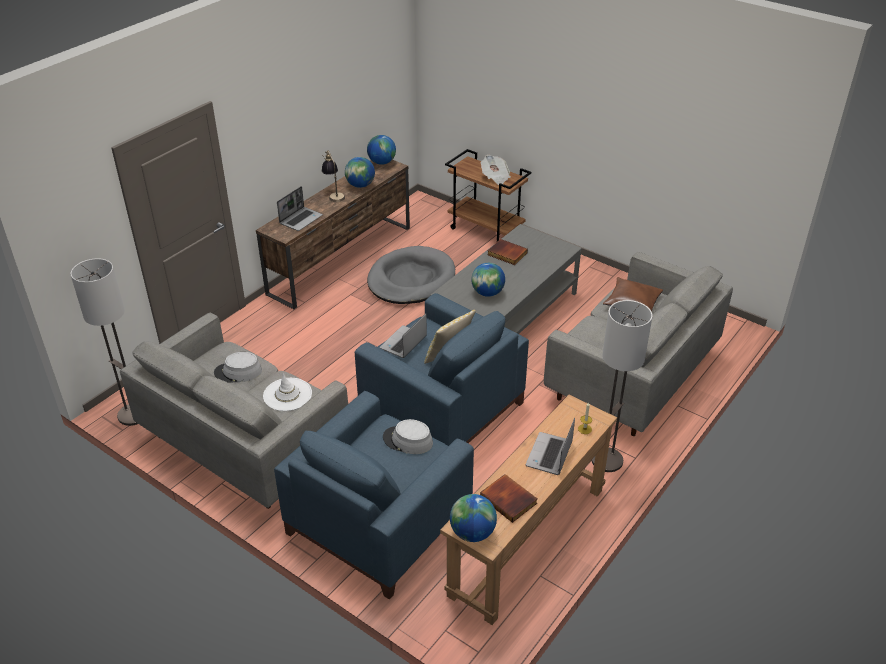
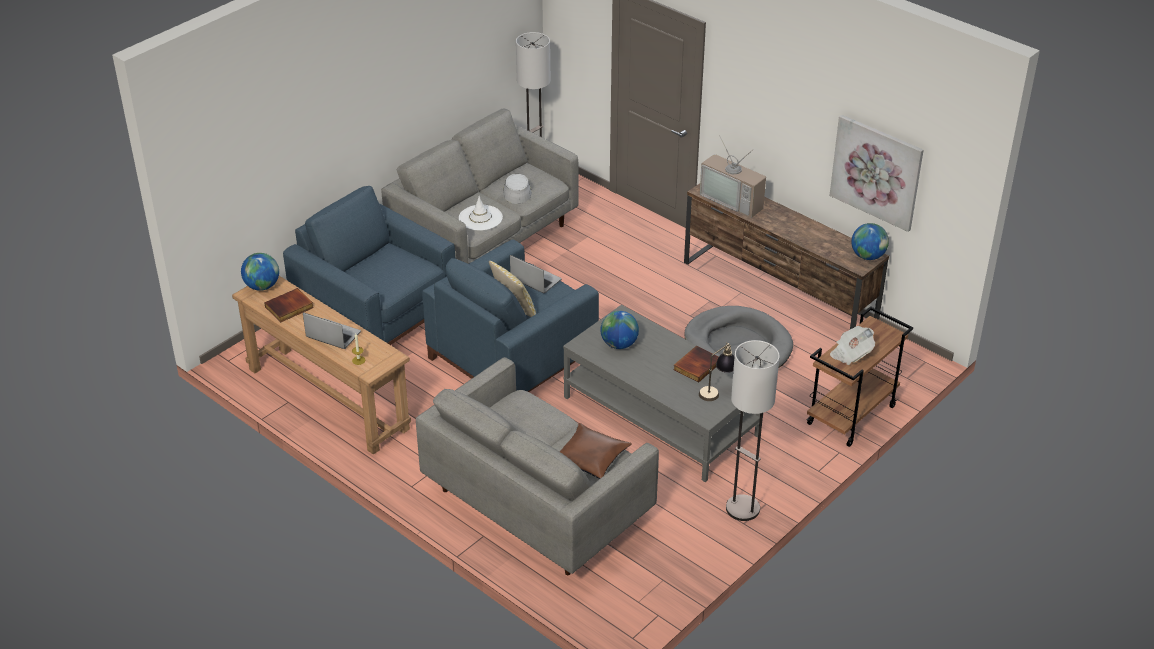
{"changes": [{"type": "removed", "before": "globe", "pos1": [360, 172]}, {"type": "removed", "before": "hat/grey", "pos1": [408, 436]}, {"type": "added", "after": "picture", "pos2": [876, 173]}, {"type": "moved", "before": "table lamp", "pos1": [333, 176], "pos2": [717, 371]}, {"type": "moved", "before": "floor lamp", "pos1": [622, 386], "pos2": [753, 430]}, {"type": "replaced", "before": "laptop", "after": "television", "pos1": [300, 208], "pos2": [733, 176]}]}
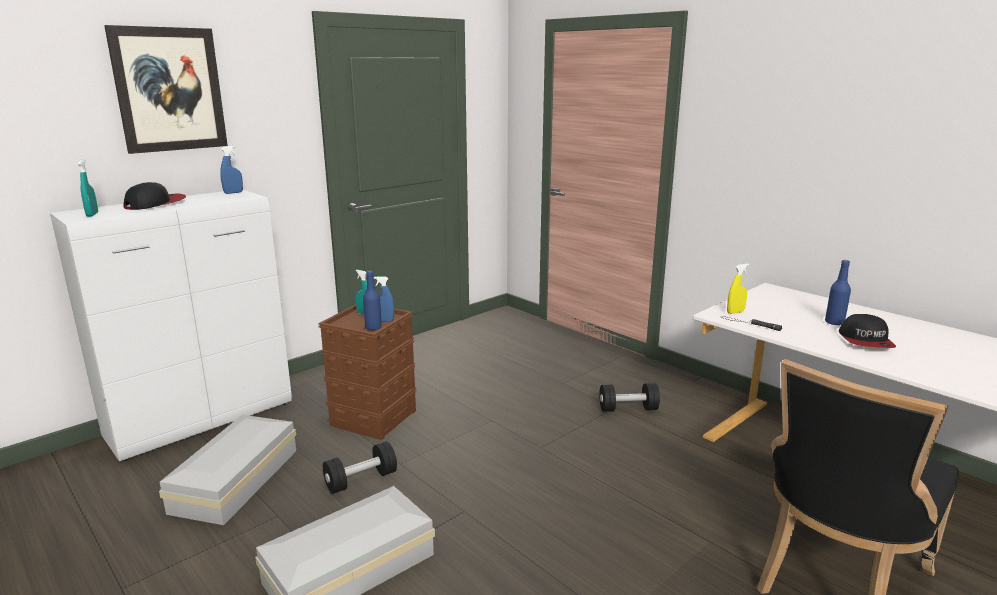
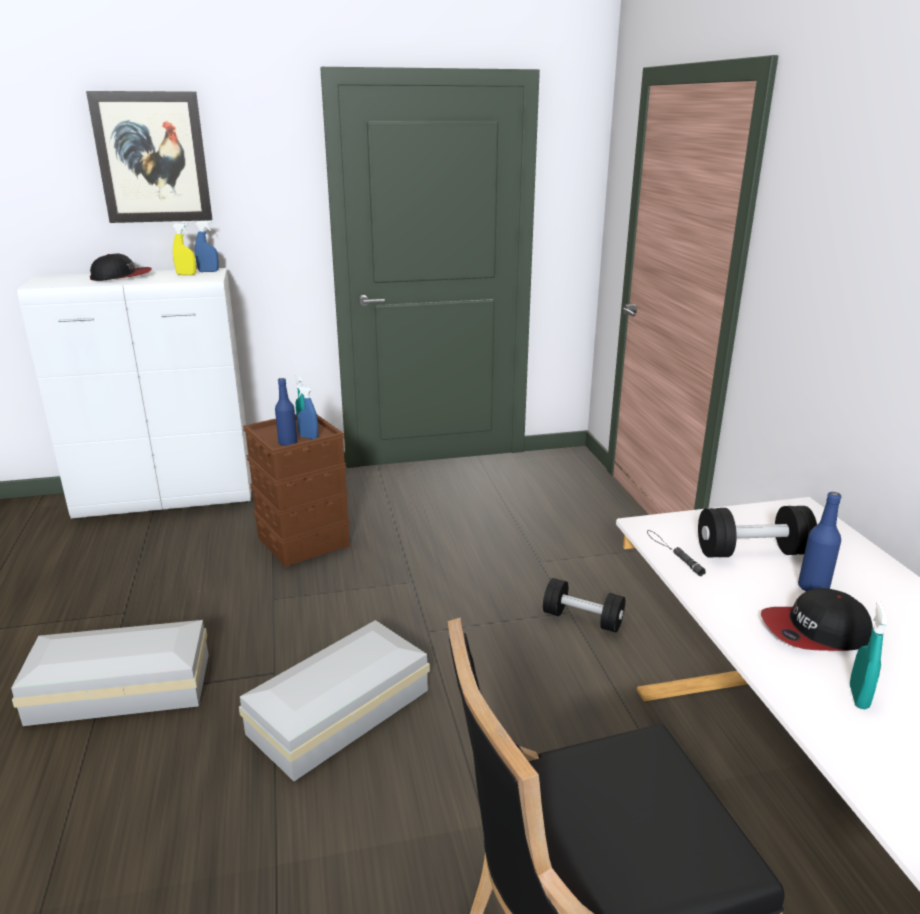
{"changes": [{"type": "moved", "before": "spray bottle/turquoise", "pos1": [88, 188], "pos2": [869, 655]}, {"type": "moved", "before": "storage box/white", "pos1": [227, 470], "pos2": [334, 700]}, {"type": "moved", "before": "dumbbell/black", "pos1": [360, 468], "pos2": [757, 531]}, {"type": "moved", "before": "spray bottle/yellow", "pos1": [738, 288], "pos2": [184, 249]}, {"type": "turned", "before": "cap", "pos1": [867, 331], "pos2": [817, 619], "turn": 45}]}
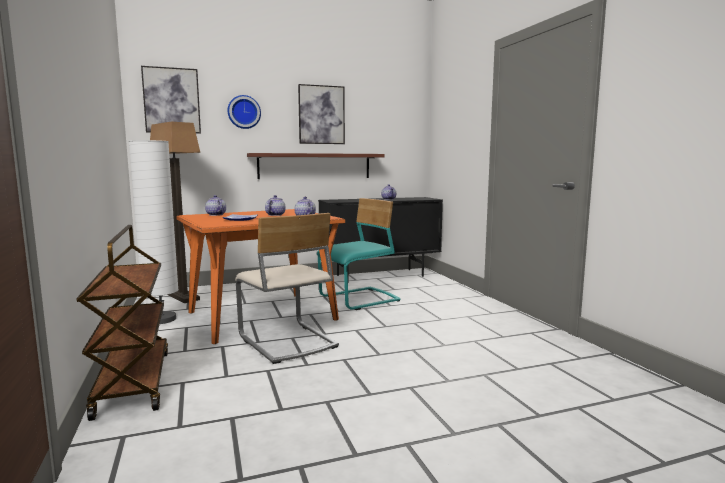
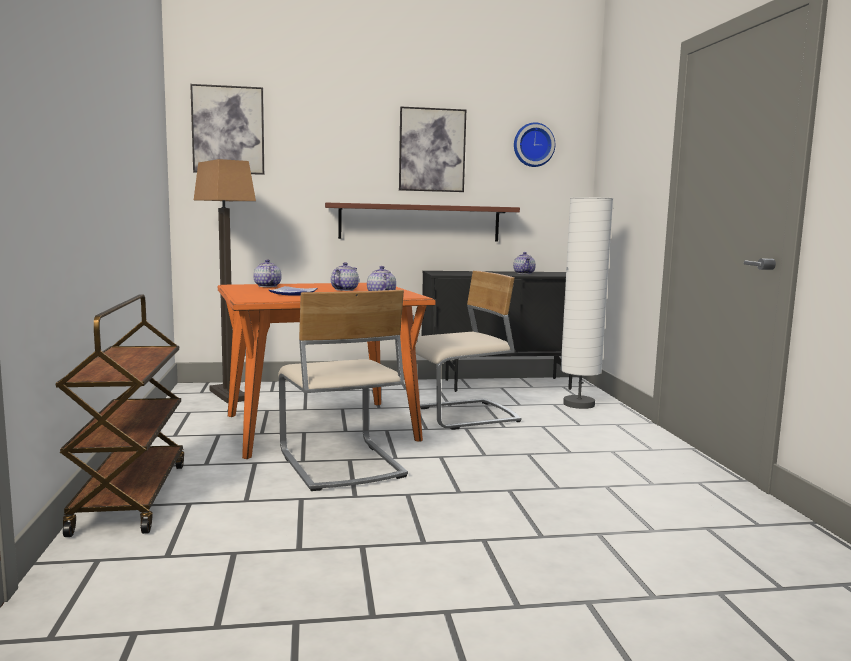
{"changes": [{"type": "moved", "before": "floor lamp/white", "pos1": [153, 232], "pos2": [586, 303]}, {"type": "moved", "before": "wall clock", "pos1": [244, 112], "pos2": [534, 145]}, {"type": "recoloured", "before": "chair/turquoise", "after": "chair/beige", "pos1": [359, 254], "pos2": [468, 350]}]}
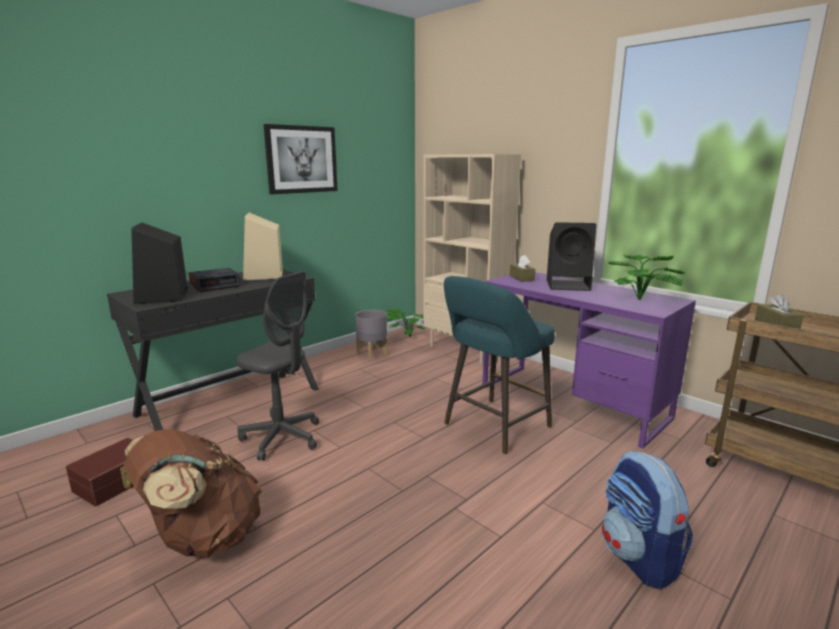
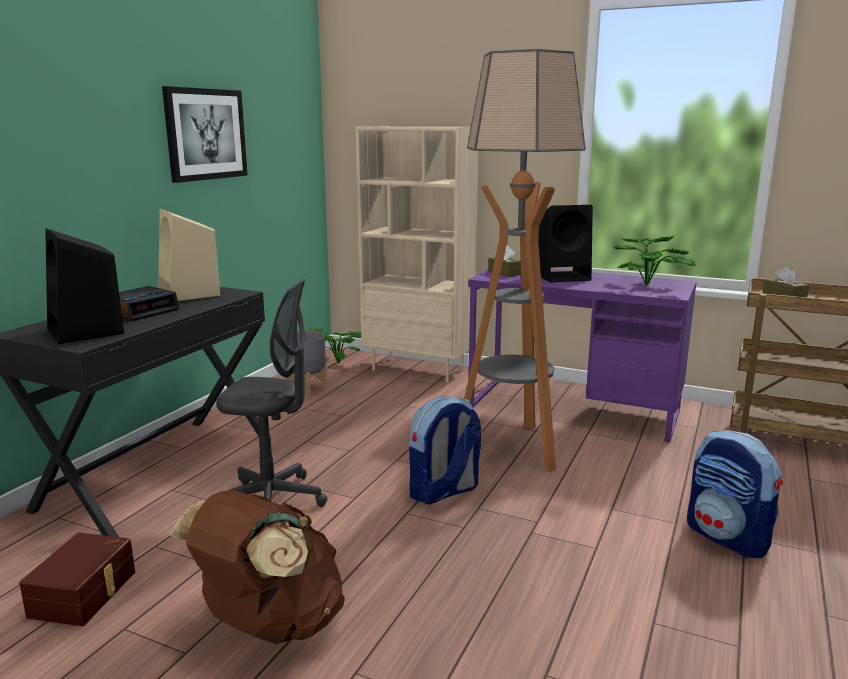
{"changes": [{"type": "added", "after": "backpack", "pos2": [445, 450]}, {"type": "replaced", "before": "stool/turquoise", "after": "floor lamp", "pos1": [499, 365], "pos2": [525, 260]}]}
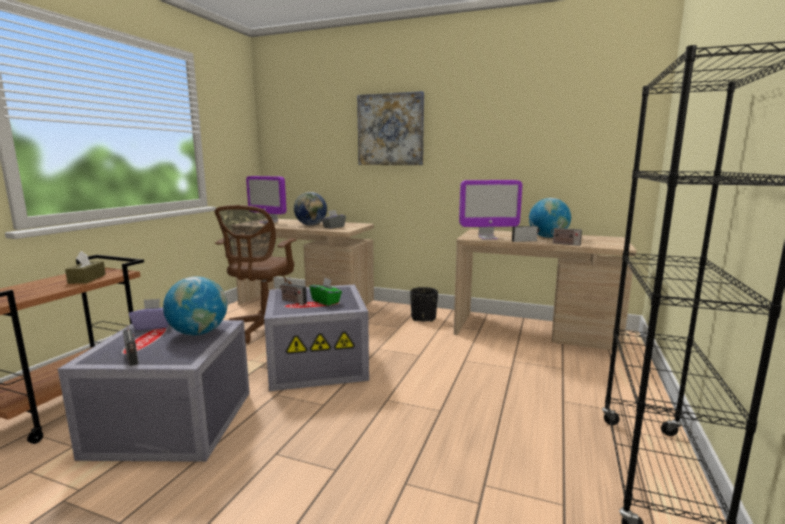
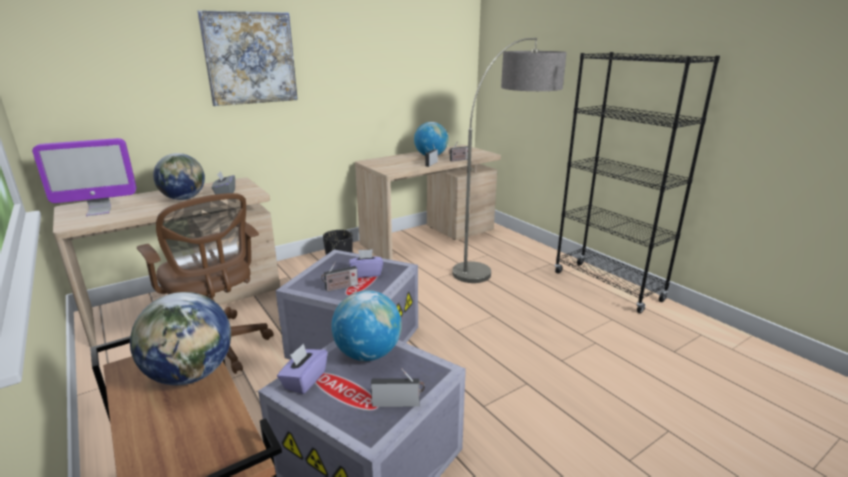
{"changes": [{"type": "removed", "before": "monitor", "pos1": [490, 210]}, {"type": "added", "after": "floor lamp", "pos2": [510, 160]}, {"type": "replaced", "before": "tissue box/brown", "after": "globe", "pos1": [85, 267], "pos2": [180, 338]}, {"type": "recoloured", "before": "tissue box/green", "after": "tissue box/purple", "pos1": [326, 292], "pos2": [366, 263]}]}
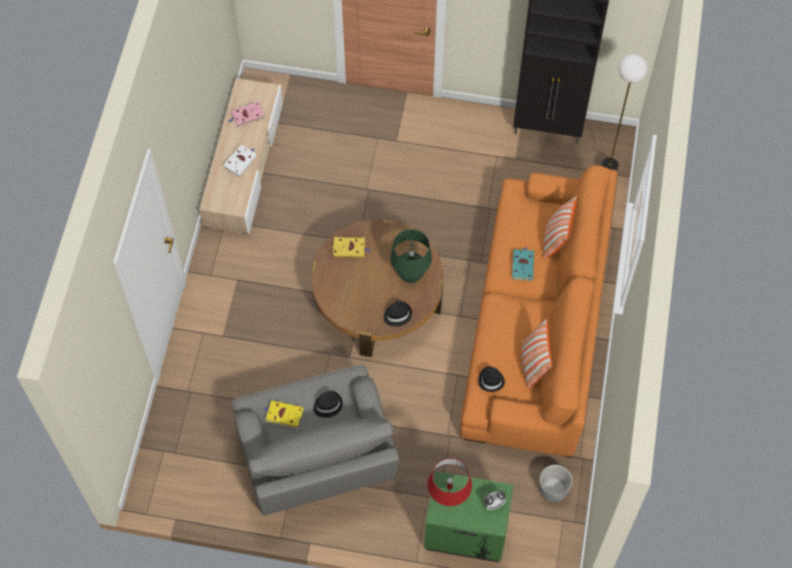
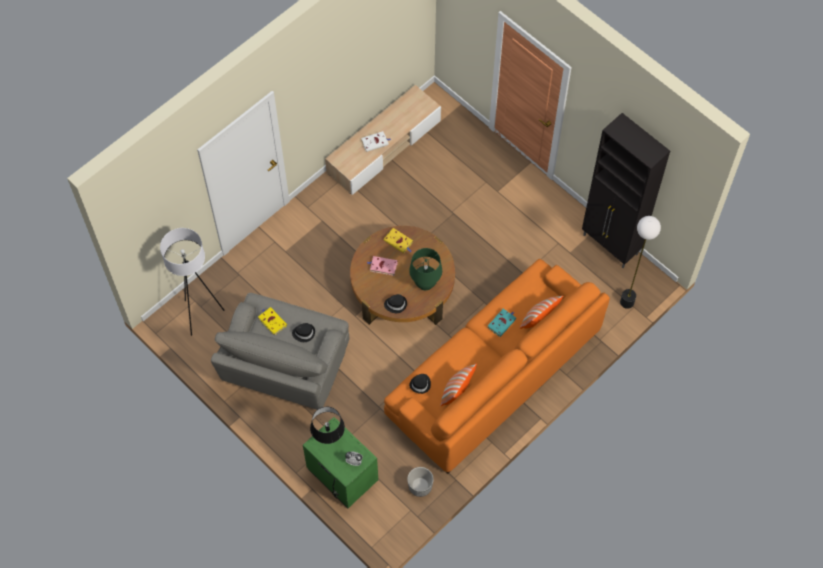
{"changes": [{"type": "added", "after": "floor lamp/white", "pos2": [192, 282]}, {"type": "moved", "before": "book/pink", "pos1": [246, 114], "pos2": [382, 266]}, {"type": "recoloured", "before": "table lamp/red", "after": "table lamp/black", "pos1": [450, 482], "pos2": [327, 425]}]}
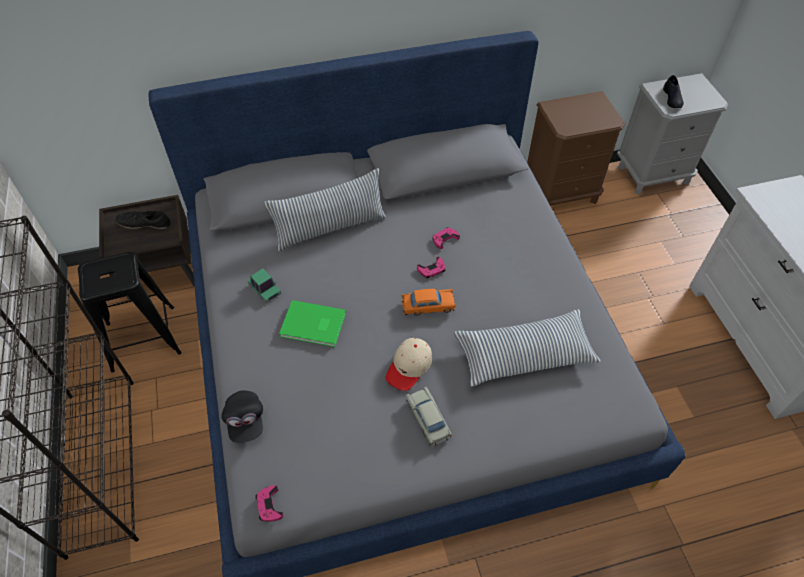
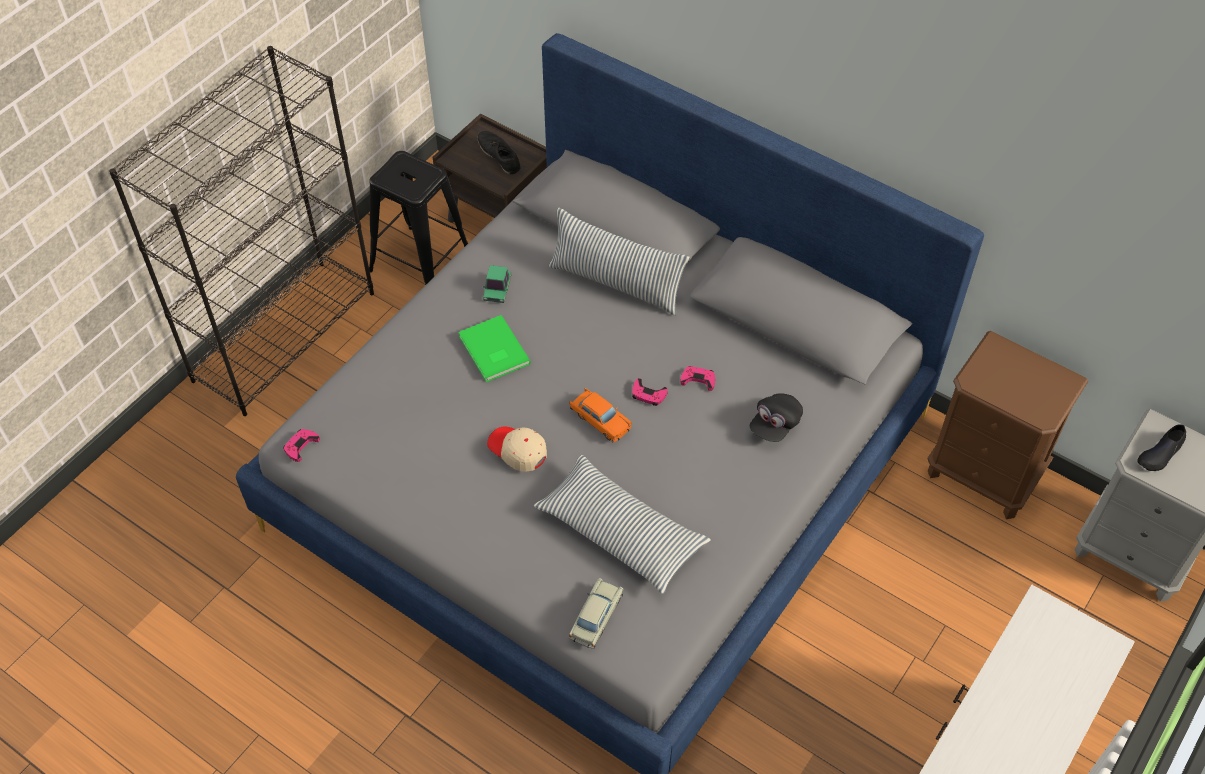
{"changes": [{"type": "moved", "before": "cap/black", "pos1": [242, 417], "pos2": [776, 417]}, {"type": "moved", "before": "toy car/beige", "pos1": [429, 416], "pos2": [596, 613]}, {"type": "turned", "before": "cap/beige", "pos1": [409, 364], "pos2": [517, 449], "turn": 45}]}
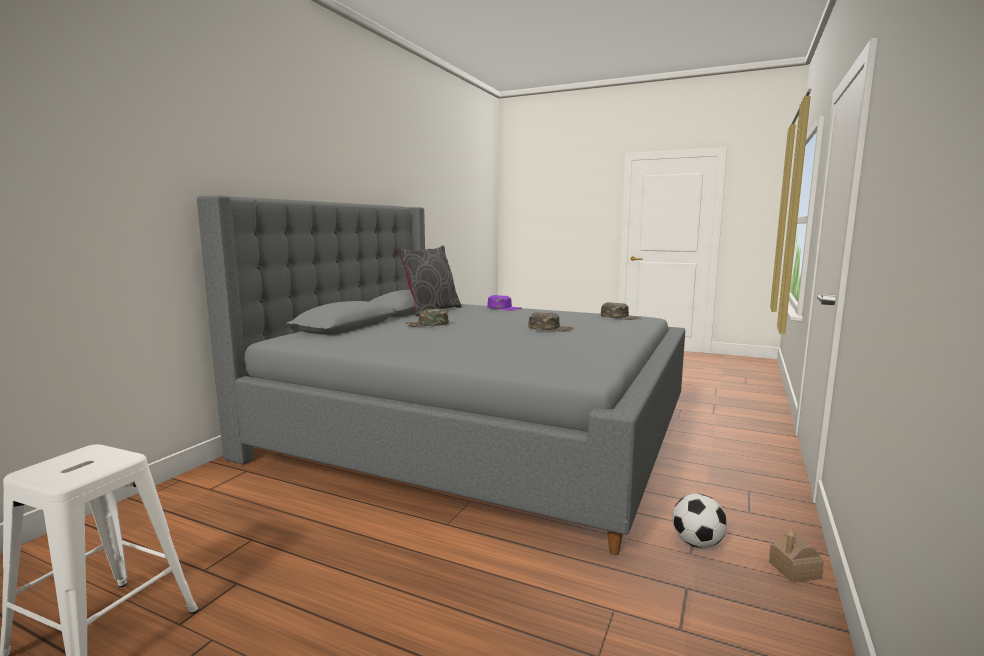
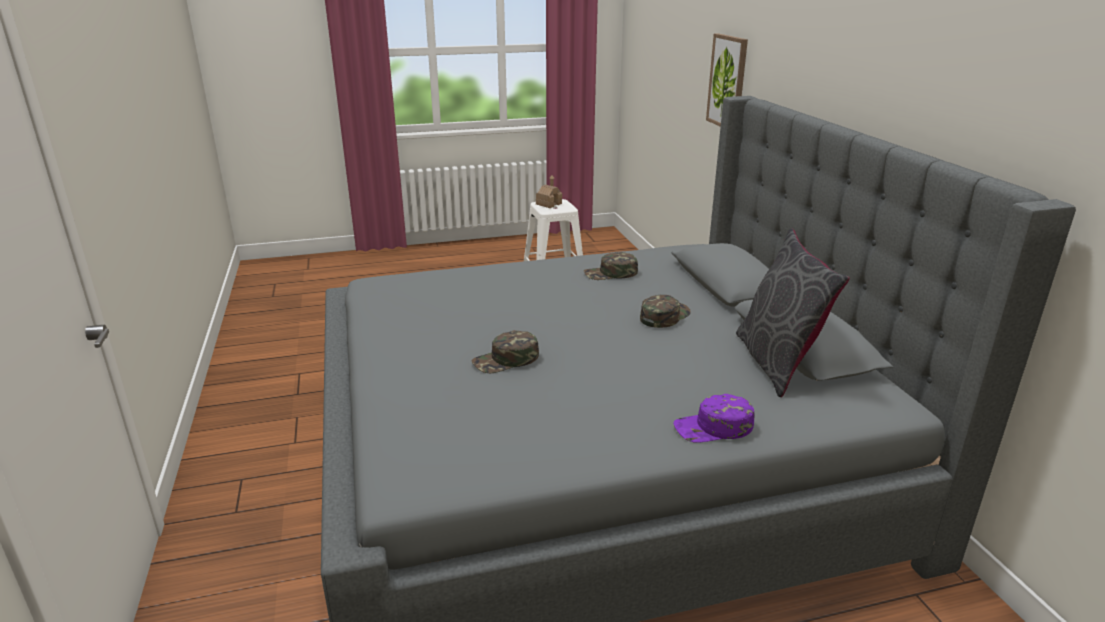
{"changes": [{"type": "removed", "before": "football", "pos1": [699, 520]}, {"type": "added", "after": "picture", "pos2": [727, 80]}, {"type": "moved", "before": "cap/green", "pos1": [620, 311], "pos2": [611, 266]}, {"type": "moved", "before": "toy house", "pos1": [796, 555], "pos2": [549, 191]}]}
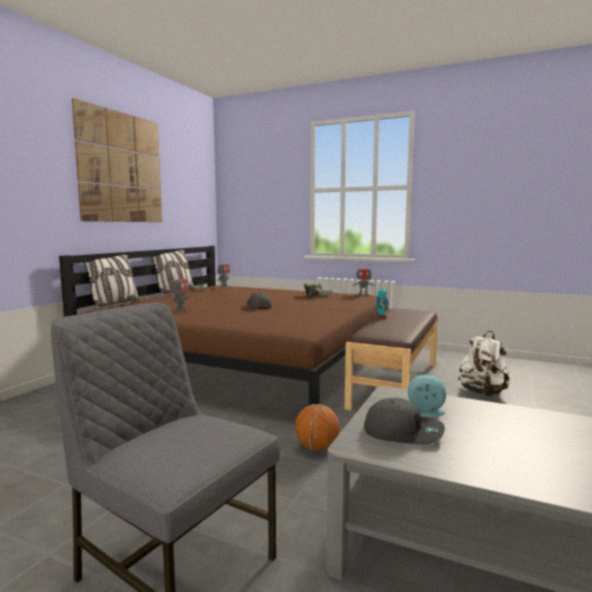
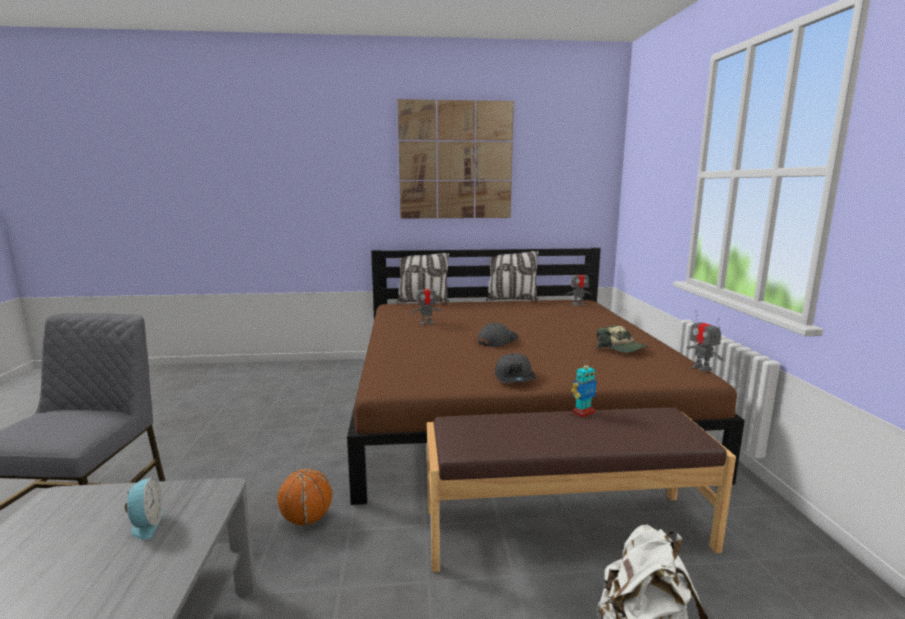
{"changes": [{"type": "moved", "before": "cap/grey", "pos1": [404, 421], "pos2": [515, 368]}]}
